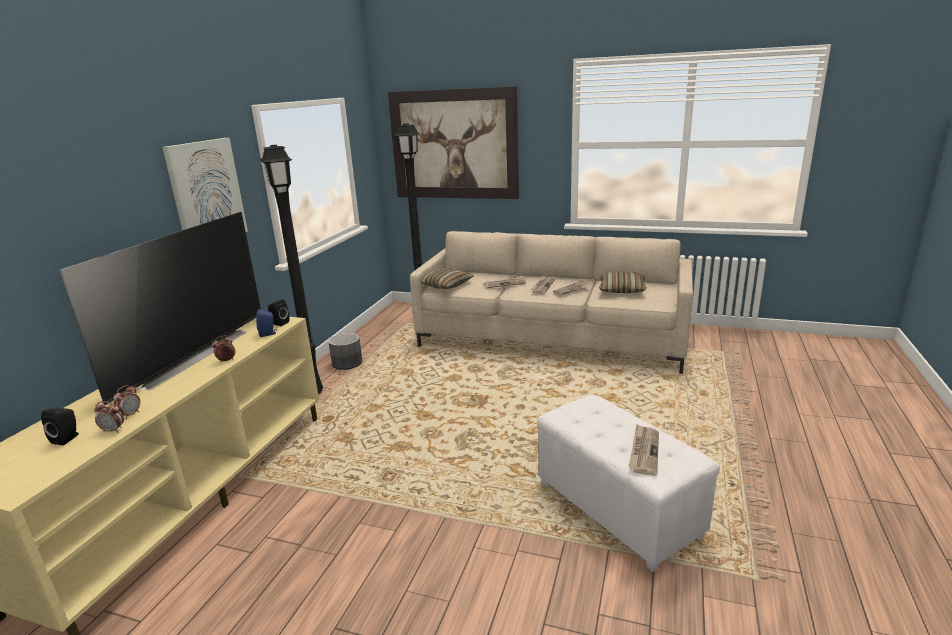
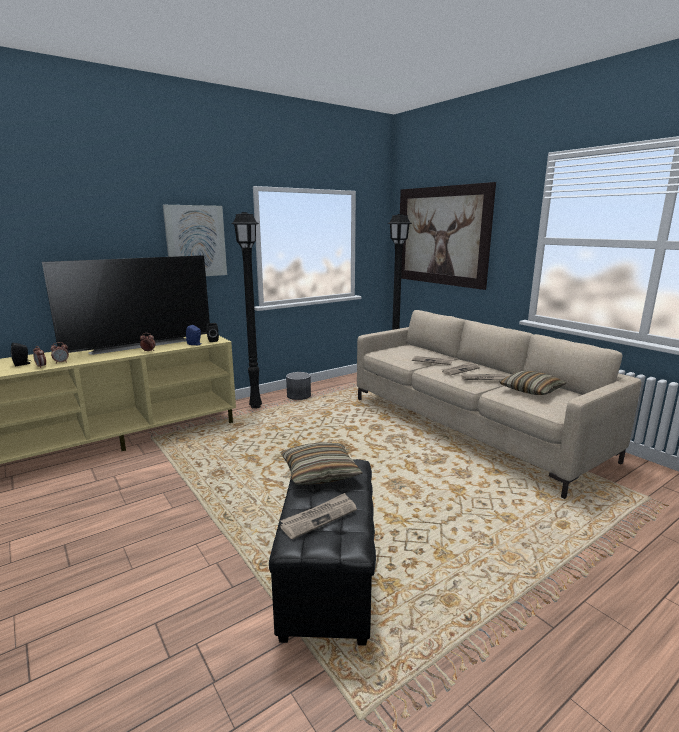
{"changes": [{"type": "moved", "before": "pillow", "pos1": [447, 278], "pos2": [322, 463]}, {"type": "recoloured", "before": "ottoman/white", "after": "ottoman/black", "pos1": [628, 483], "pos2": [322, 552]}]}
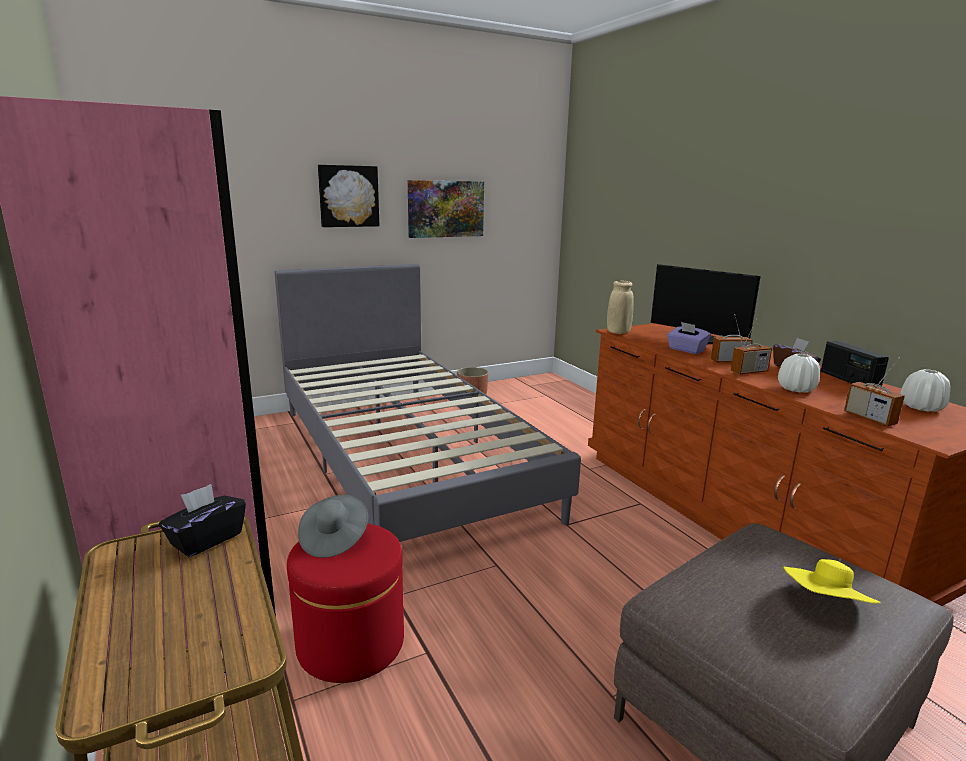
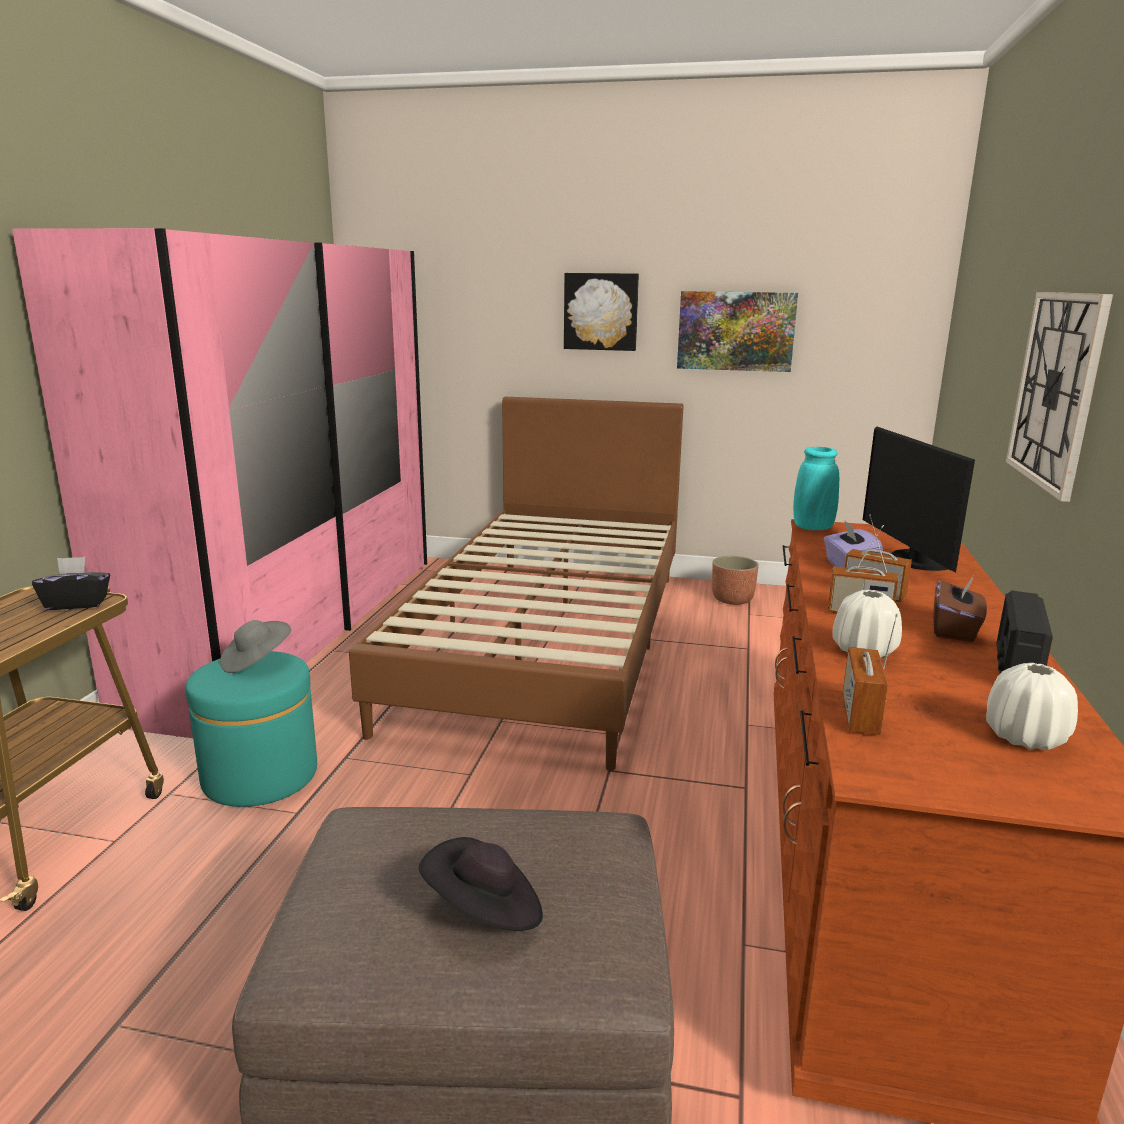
{"changes": [{"type": "added", "after": "wall clock", "pos2": [1059, 397]}, {"type": "recoloured", "before": "bed/grey", "after": "bed/brown", "pos1": [428, 403], "pos2": [516, 584]}, {"type": "recoloured", "before": "ottoman/red", "after": "ottoman/turquoise", "pos1": [345, 603], "pos2": [251, 729]}, {"type": "recoloured", "before": "vase/beige", "after": "vase/turquoise", "pos1": [620, 307], "pos2": [816, 488]}, {"type": "recoloured", "before": "hat/yellow", "after": "hat/black", "pos1": [832, 581], "pos2": [481, 884]}]}
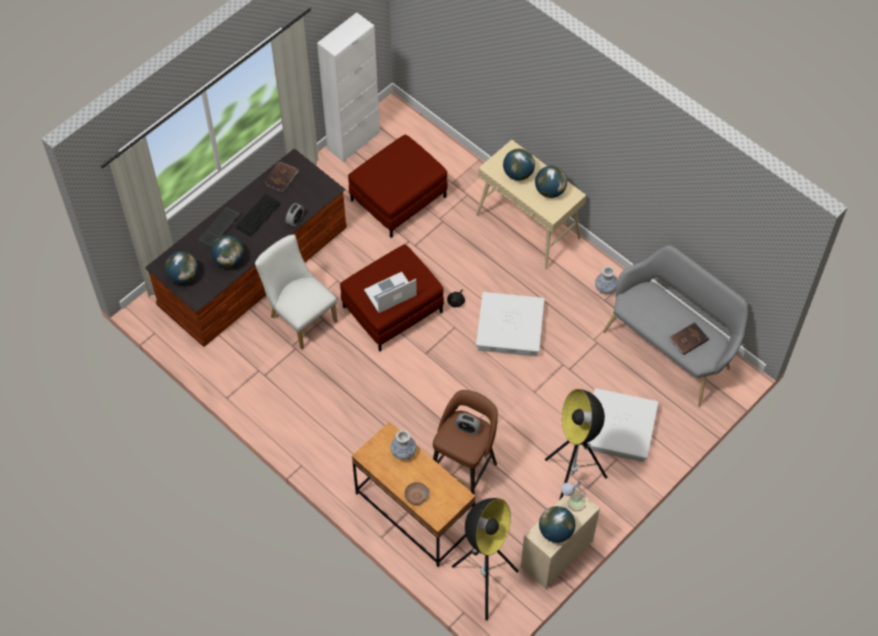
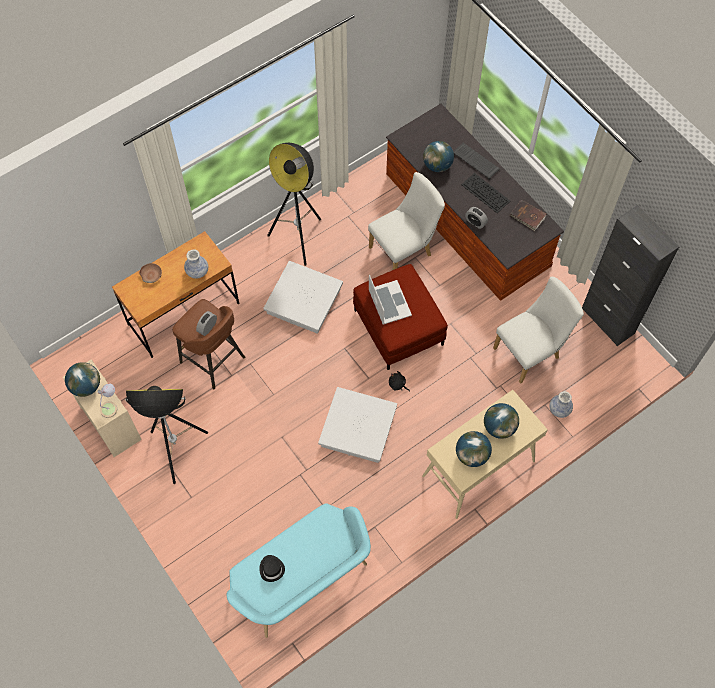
{"changes": [{"type": "removed", "before": "globe", "pos1": [181, 267]}, {"type": "moved", "before": "floor lamp", "pos1": [485, 559], "pos2": [294, 204]}, {"type": "moved", "before": "storage box/white", "pos1": [620, 425], "pos2": [303, 297]}, {"type": "moved", "before": "vase", "pos1": [606, 280], "pos2": [561, 404]}, {"type": "replaced", "before": "ottoman/red", "after": "chair/white", "pos1": [398, 186], "pos2": [538, 330]}, {"type": "replaced", "before": "book/brown", "after": "hat/black", "pos1": [689, 338], "pos2": [272, 568]}, {"type": "recoloured", "before": "cabinet/white", "after": "cabinet/black", "pos1": [348, 87], "pos2": [630, 275]}, {"type": "recoloured", "before": "bench/grey", "after": "bench/turquoise", "pos1": [675, 326], "pos2": [298, 570]}]}
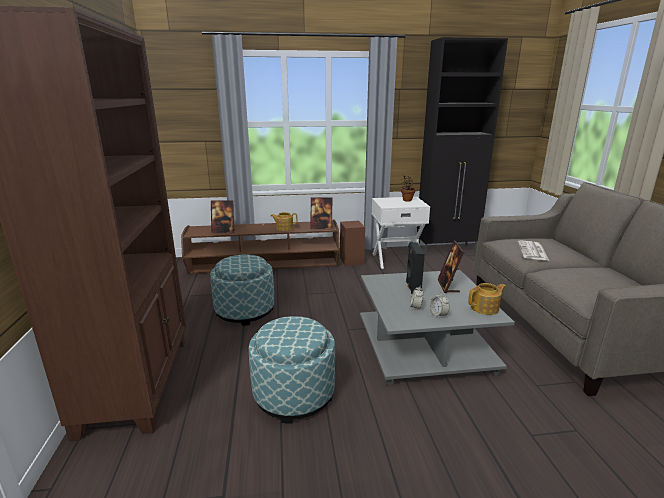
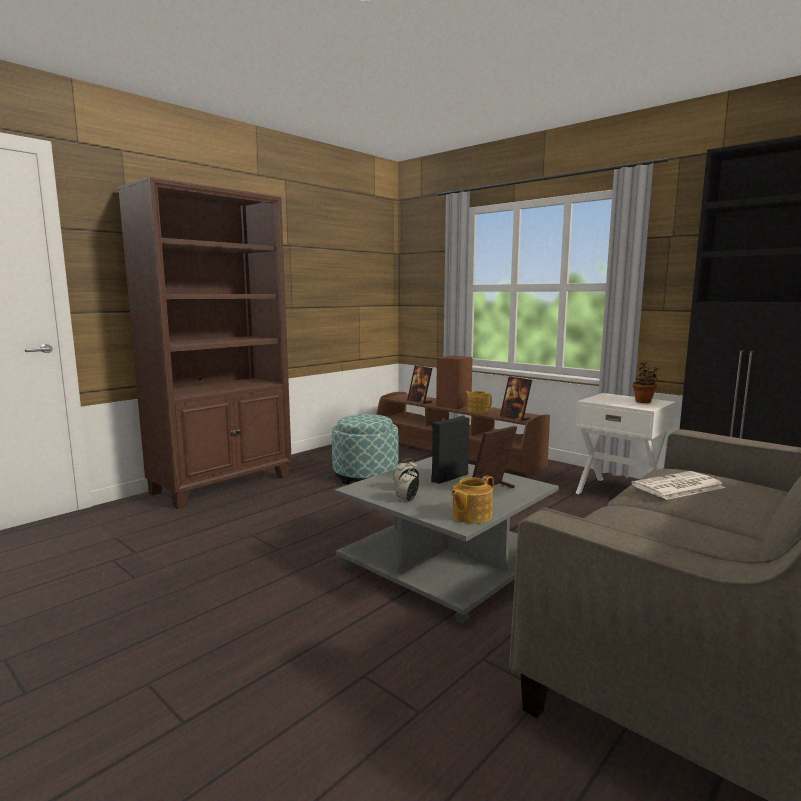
{"changes": [{"type": "removed", "before": "ottoman", "pos1": [292, 370]}, {"type": "moved", "before": "speaker/brown", "pos1": [352, 243], "pos2": [454, 382]}, {"type": "turned", "before": "teapot", "pos1": [487, 299], "pos2": [472, 499], "turn": 105}]}
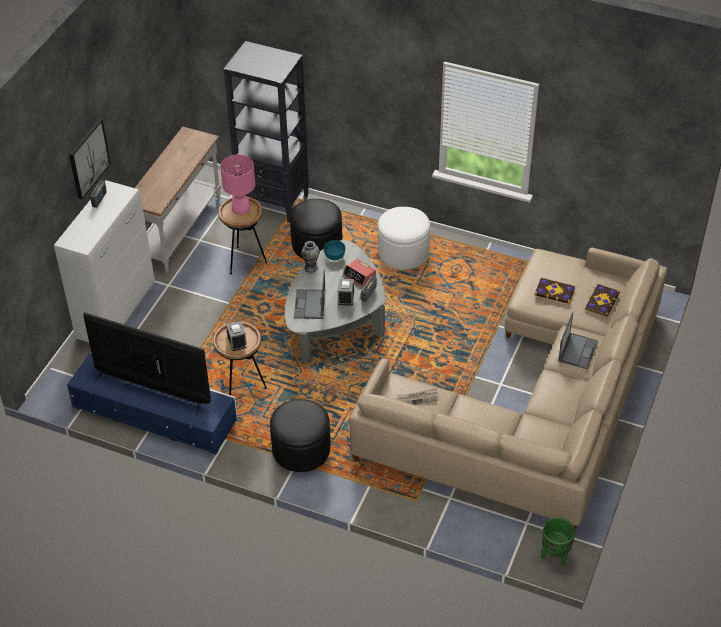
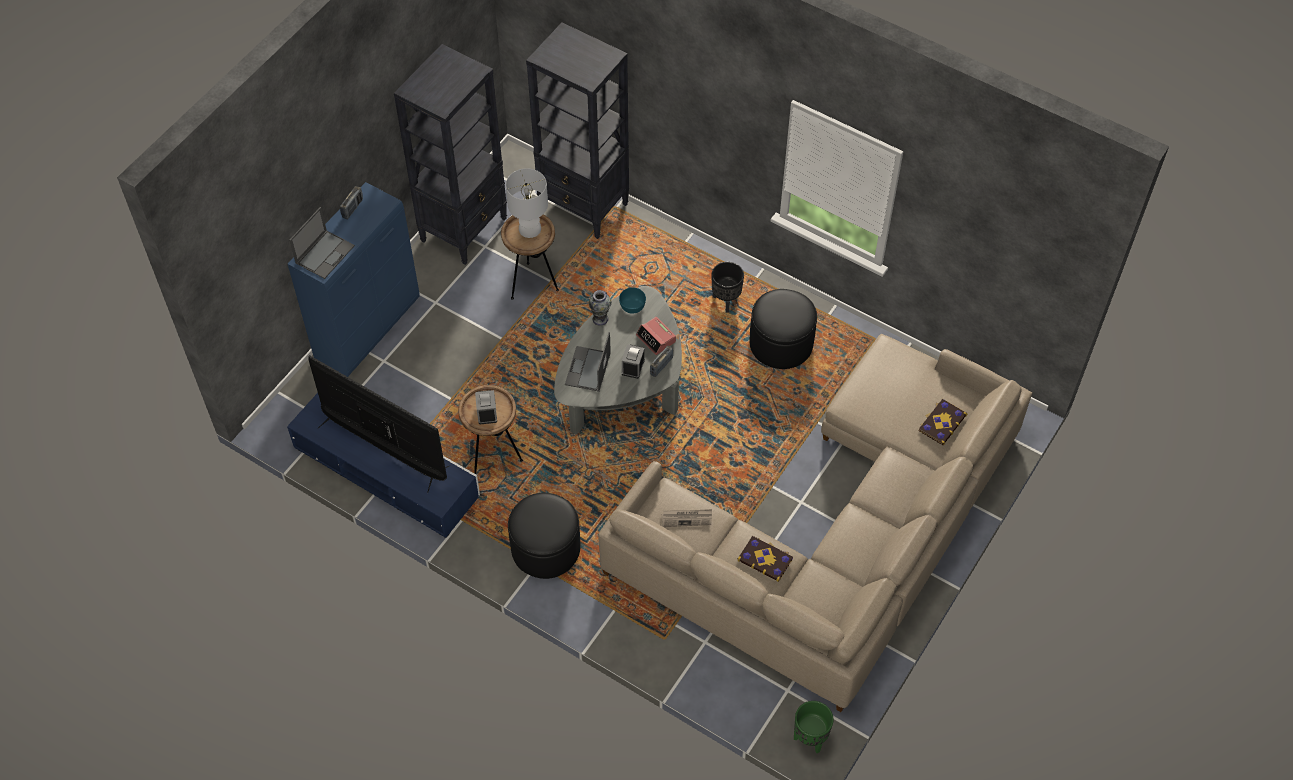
{"changes": [{"type": "removed", "before": "picture", "pos1": [90, 159]}, {"type": "moved", "before": "ottoman/black", "pos1": [316, 228], "pos2": [783, 329]}, {"type": "moved", "before": "book", "pos1": [554, 291], "pos2": [765, 559]}, {"type": "moved", "before": "laptop", "pos1": [578, 340], "pos2": [322, 243]}, {"type": "replaced", "before": "console table/white", "after": "bookcase/black", "pos1": [178, 200], "pos2": [450, 154]}, {"type": "replaced", "before": "ottoman/white", "after": "planter/black", "pos1": [404, 238], "pos2": [727, 287]}, {"type": "recoloured", "before": "cabinet/white", "after": "cabinet/blue", "pos1": [104, 261], "pos2": [354, 279]}, {"type": "recoloured", "before": "table lamp/pink", "after": "table lamp/white", "pos1": [237, 185], "pos2": [527, 203]}]}
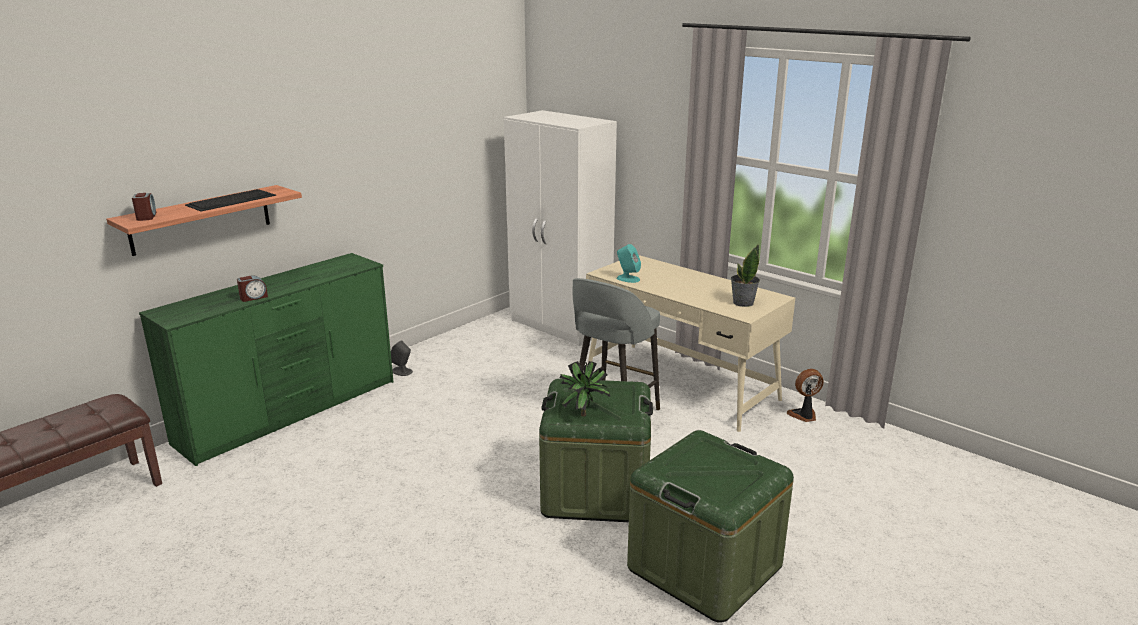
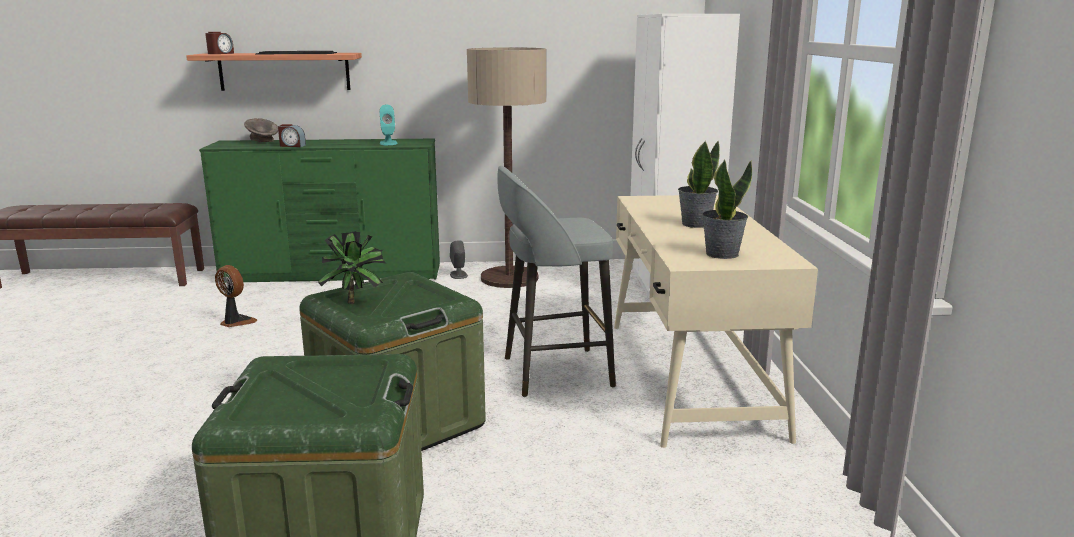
{"changes": [{"type": "added", "after": "bowl/grey", "pos2": [261, 130]}, {"type": "added", "after": "floor lamp", "pos2": [506, 167]}, {"type": "added", "after": "potted plant", "pos2": [699, 184]}, {"type": "moved", "before": "speaker/turquoise", "pos1": [629, 263], "pos2": [388, 125]}, {"type": "moved", "before": "fan", "pos1": [805, 395], "pos2": [236, 296]}]}
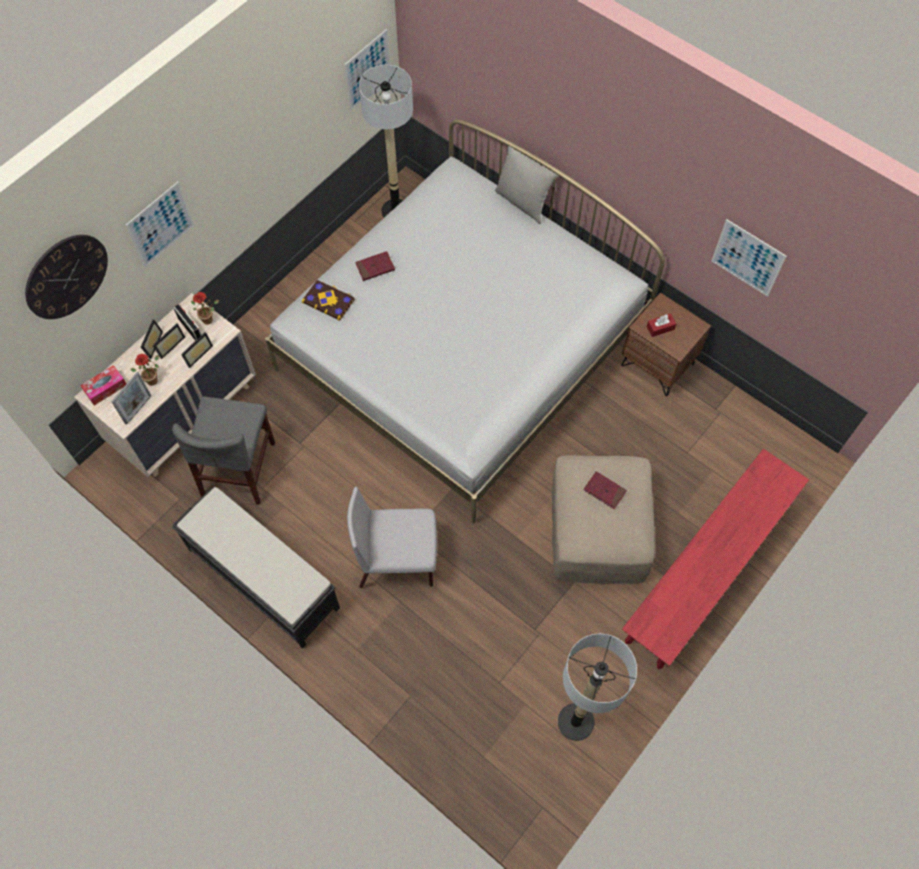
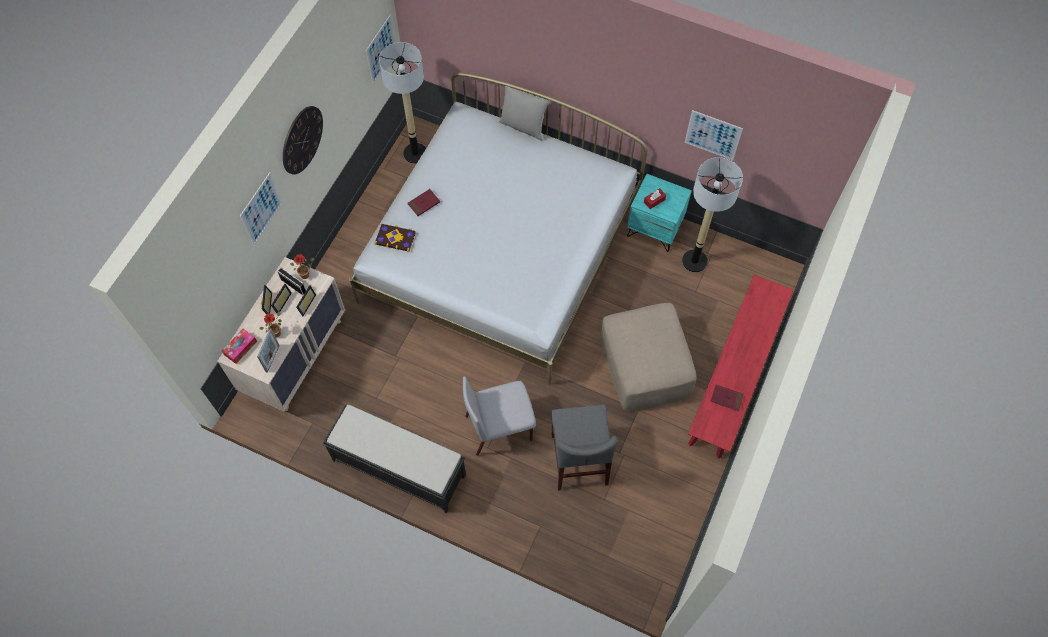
{"changes": [{"type": "moved", "before": "wall clock", "pos1": [66, 277], "pos2": [303, 140]}, {"type": "moved", "before": "chair/grey", "pos1": [223, 451], "pos2": [584, 448]}, {"type": "moved", "before": "floor lamp", "pos1": [597, 687], "pos2": [712, 214]}, {"type": "moved", "before": "book/red", "pos1": [605, 490], "pos2": [727, 398]}, {"type": "recoloured", "before": "nightstand/brown", "after": "nightstand/turquoise", "pos1": [666, 344], "pos2": [659, 213]}]}
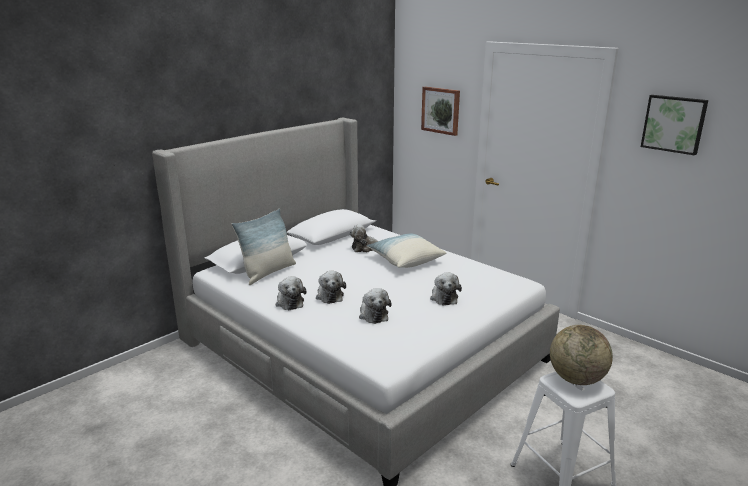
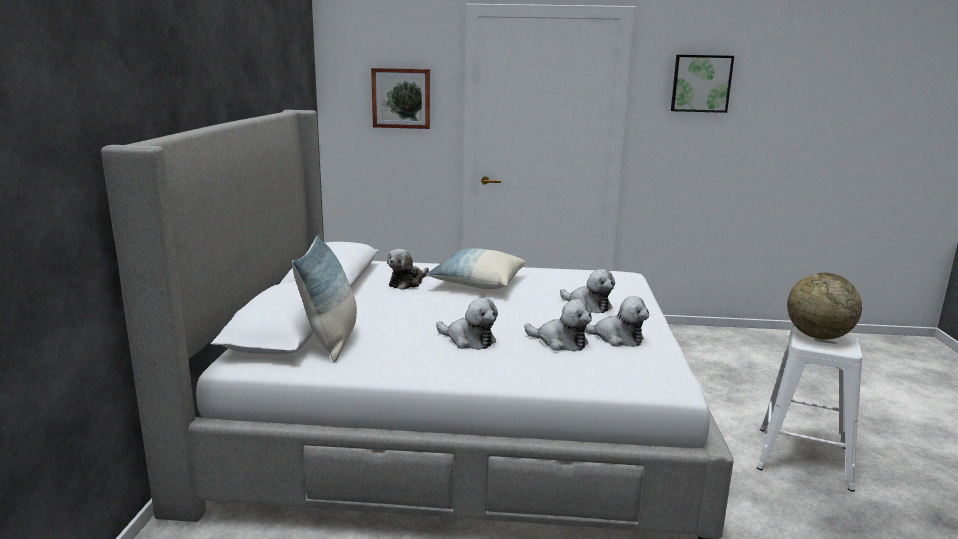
{"changes": [{"type": "moved", "before": "plush toy", "pos1": [291, 293], "pos2": [616, 321]}]}
